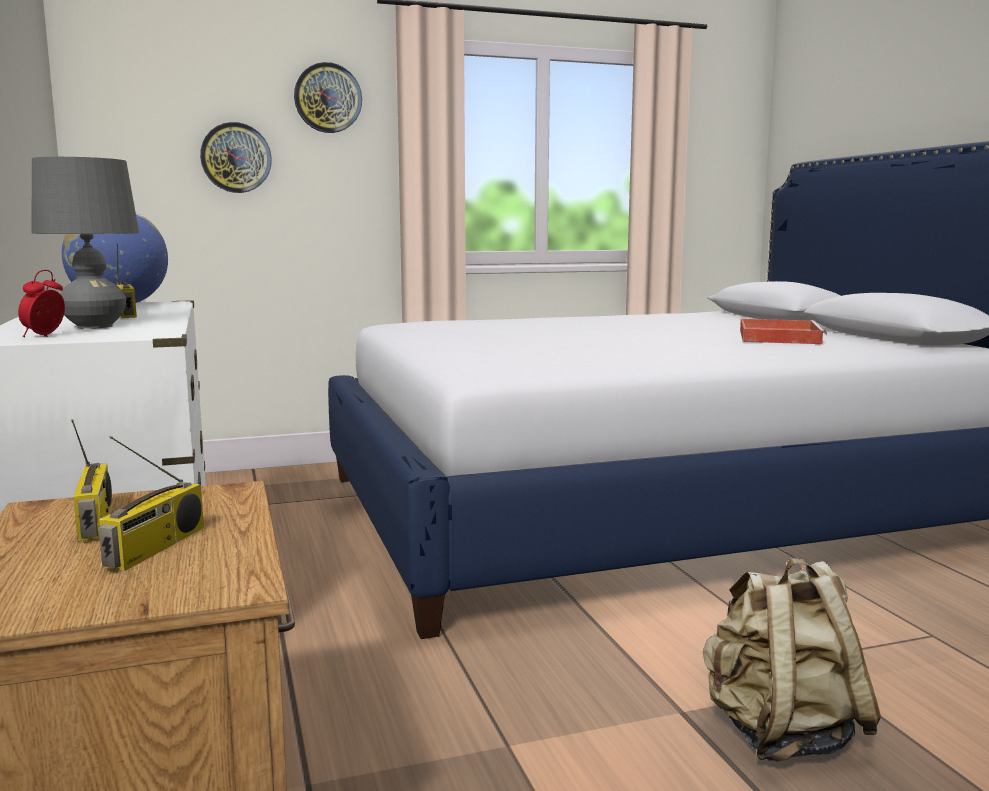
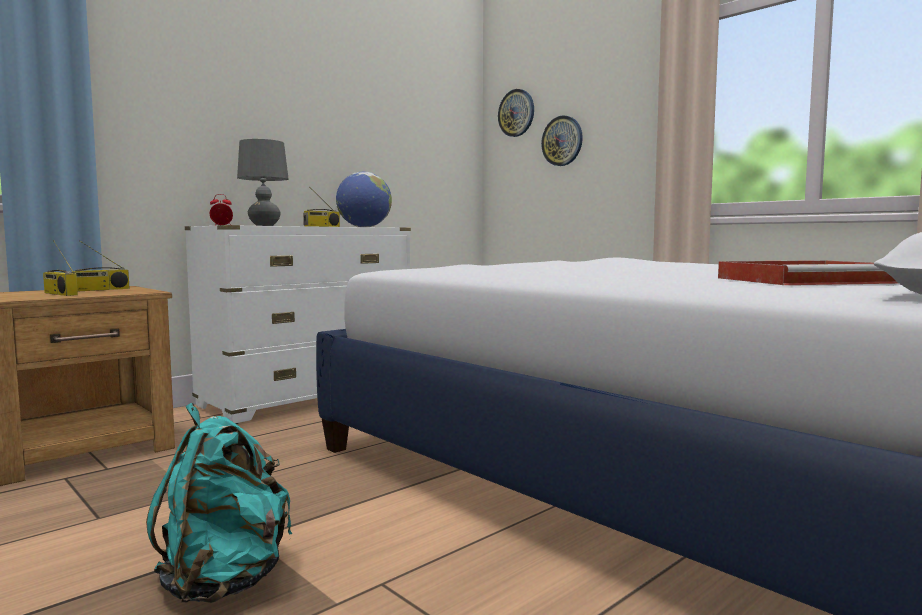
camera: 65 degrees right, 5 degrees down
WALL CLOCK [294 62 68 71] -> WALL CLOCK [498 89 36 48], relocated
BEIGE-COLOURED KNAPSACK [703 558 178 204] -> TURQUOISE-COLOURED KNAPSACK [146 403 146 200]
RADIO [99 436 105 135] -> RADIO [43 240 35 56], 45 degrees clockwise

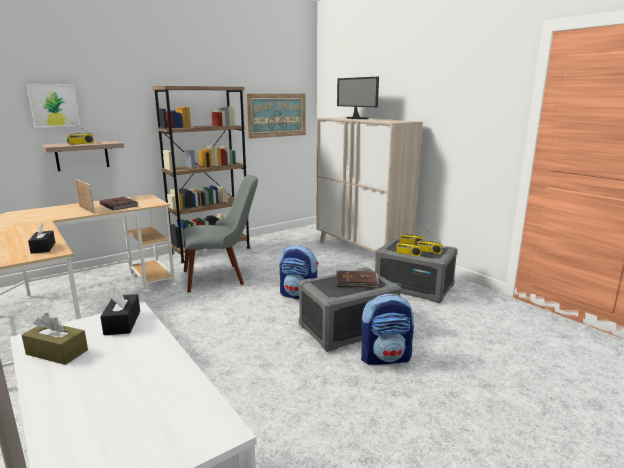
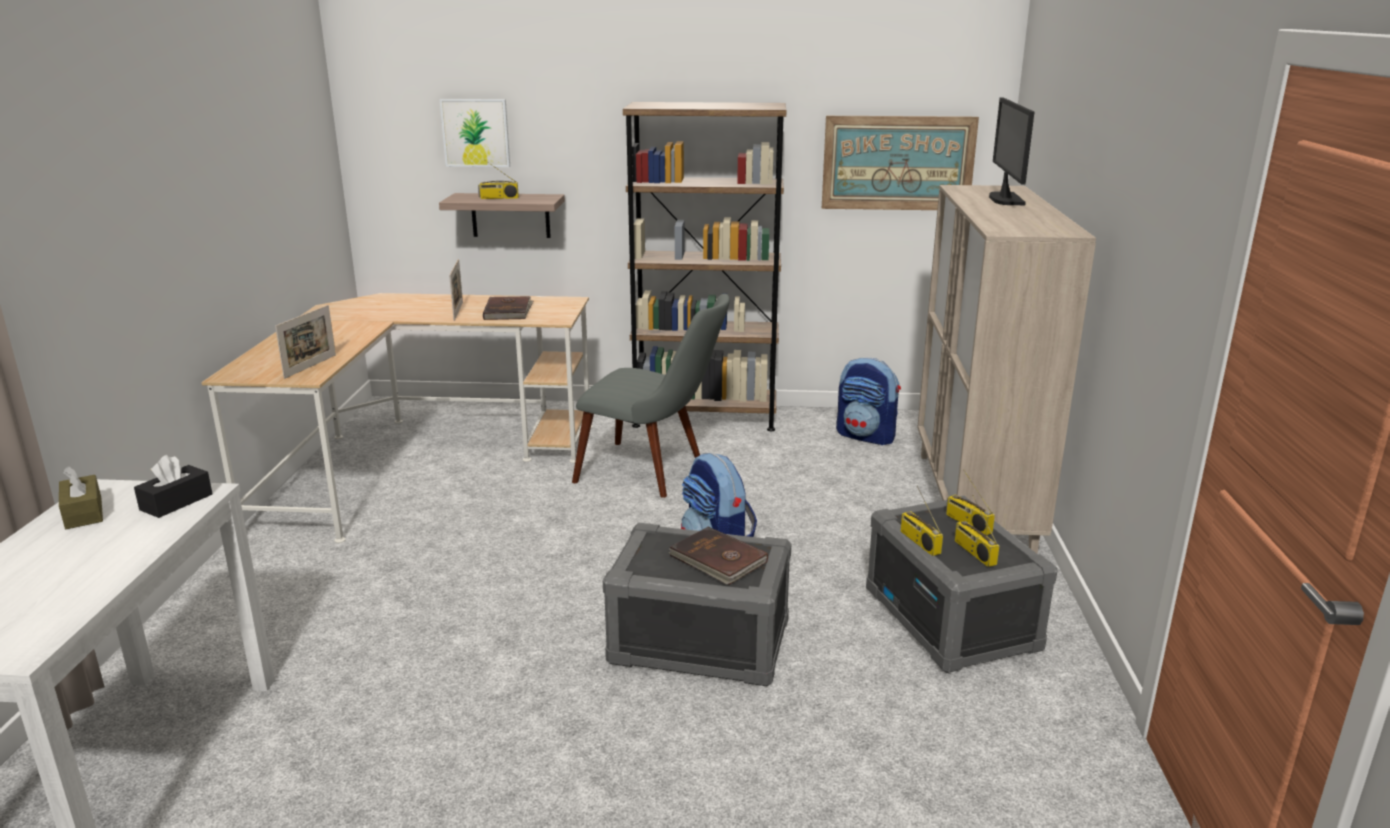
camera: 40 degrees right, 5 degrees up
KNAPSACK [361 294 53 71] -> KNAPSACK [836 358 65 87], relocated
BLACK-COLOURED TISSUE BOX [28 223 27 31] -> PICTURE FRAME [275 305 61 74]

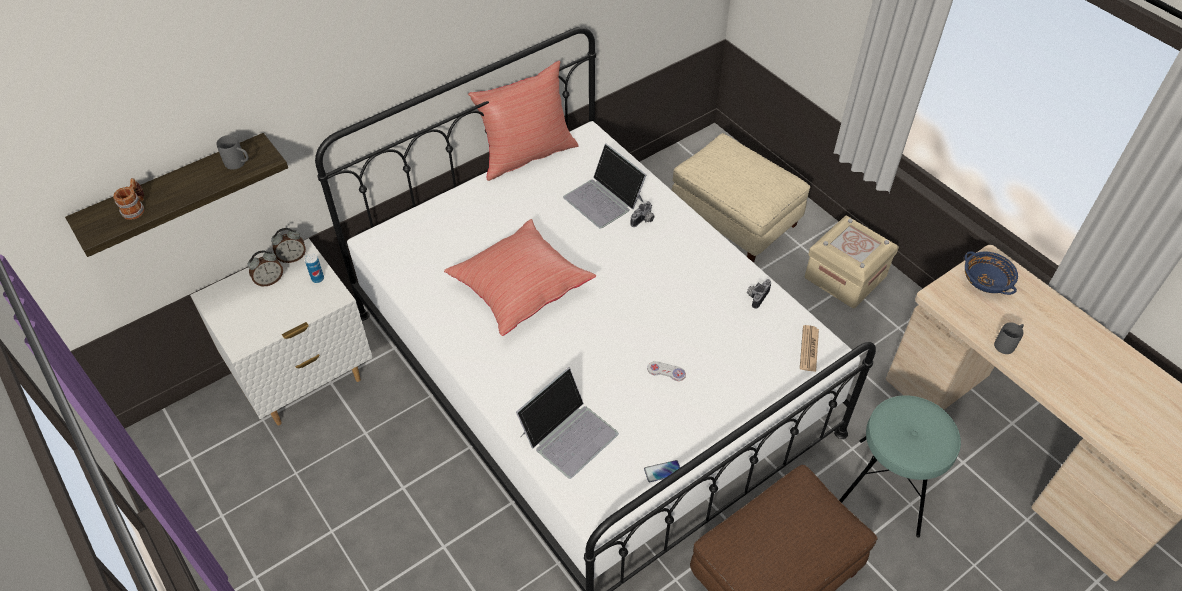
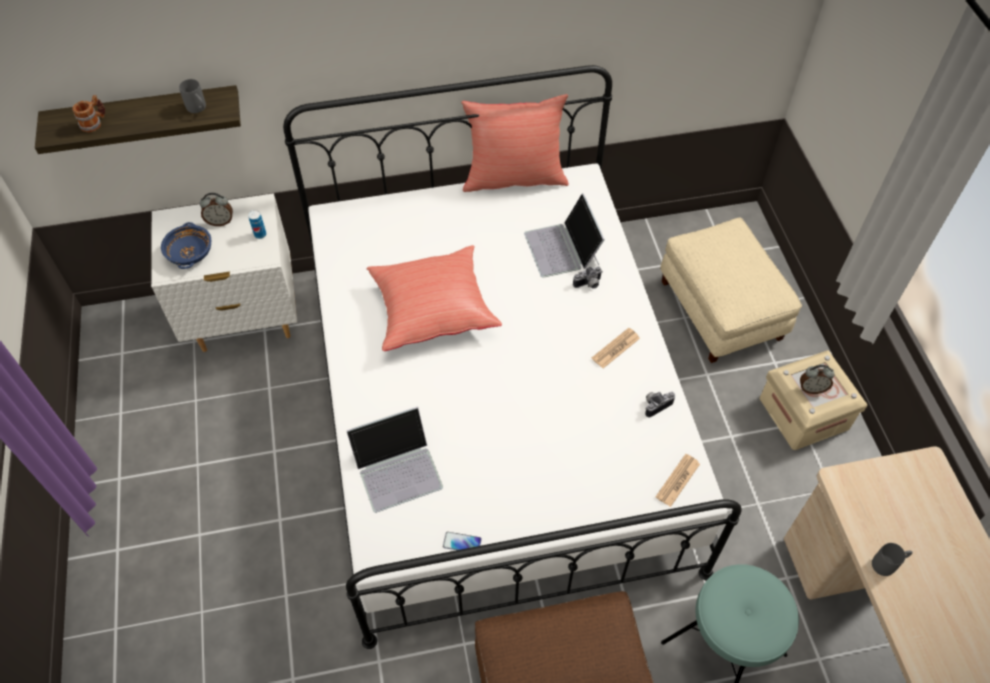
camera: 25 degrees right, 5 degrees up
WHITE-COLOURED GAME CONTROLLER [647 361 39 20] -> none
none -> PRINTED PAPER [592 328 48 40]
BEDSIDE CLOCK [271 228 35 35] -> BEDSIDE CLOCK [800 365 34 29], relocated
BLUE-COLOURED DEEP DISH [965 251 53 44] -> BLUE-COLOURED DEEP DISH [161 222 50 47], relocated

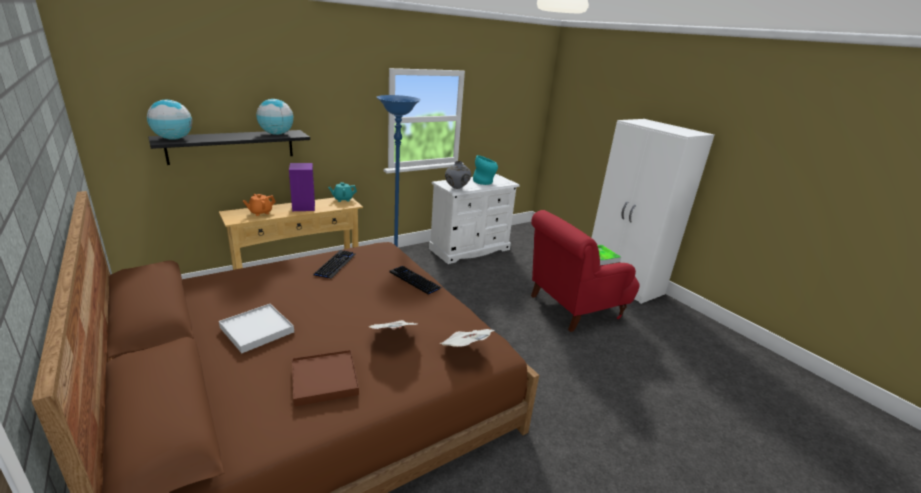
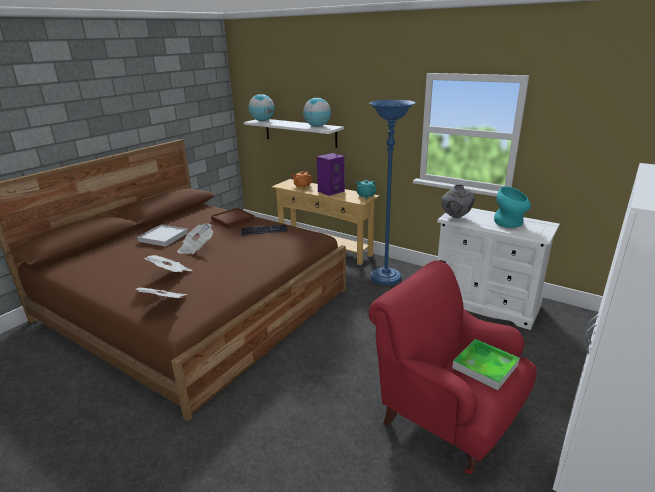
camera: 70 degrees right, 0 degrees up
PC KEYBOARD [390 266 52 29] -> none
none -> PRINTED PAPER [177 223 36 31]
BROWNISH SERVING TRAY [292 350 67 57] -> BROWNISH SERVING TRAY [211 208 44 21], relocated
BLACK-COLOURED SHELF [148 130 162 35] -> WHITE-COLOURED SHELF [244 119 100 29]

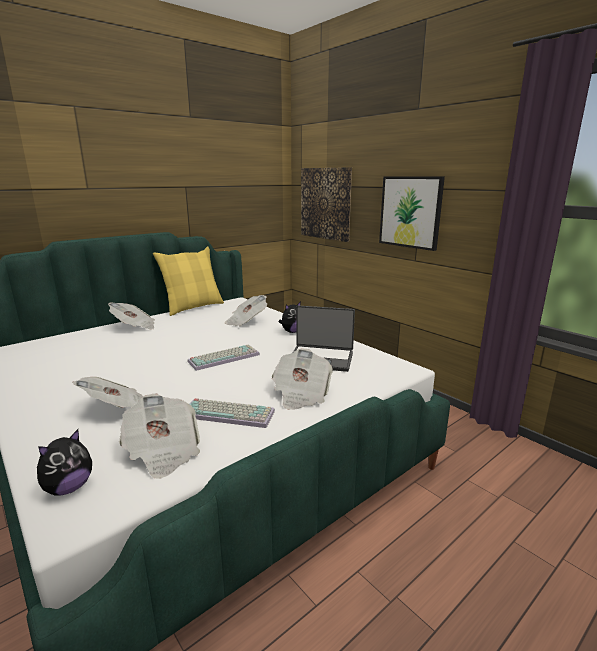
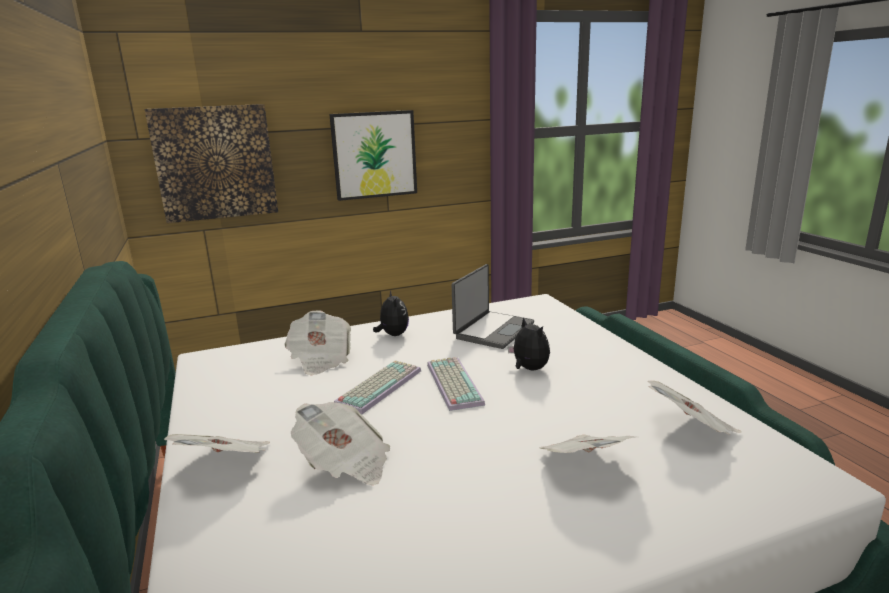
camera: 70 degrees left, 0 degrees up
YELLOWISH THROW PILLOW [153 246 71 70] -> none
SOFT TOY [37 429 55 67] -> SOFT TOY [508 317 42 53], relocated
PC KEYBOARD [190 398 85 30] -> PC KEYBOARD [334 360 87 54], relocated
PRINTED PAPER [272 349 61 61] -> PRINTED PAPER [290 402 100 83], relocated

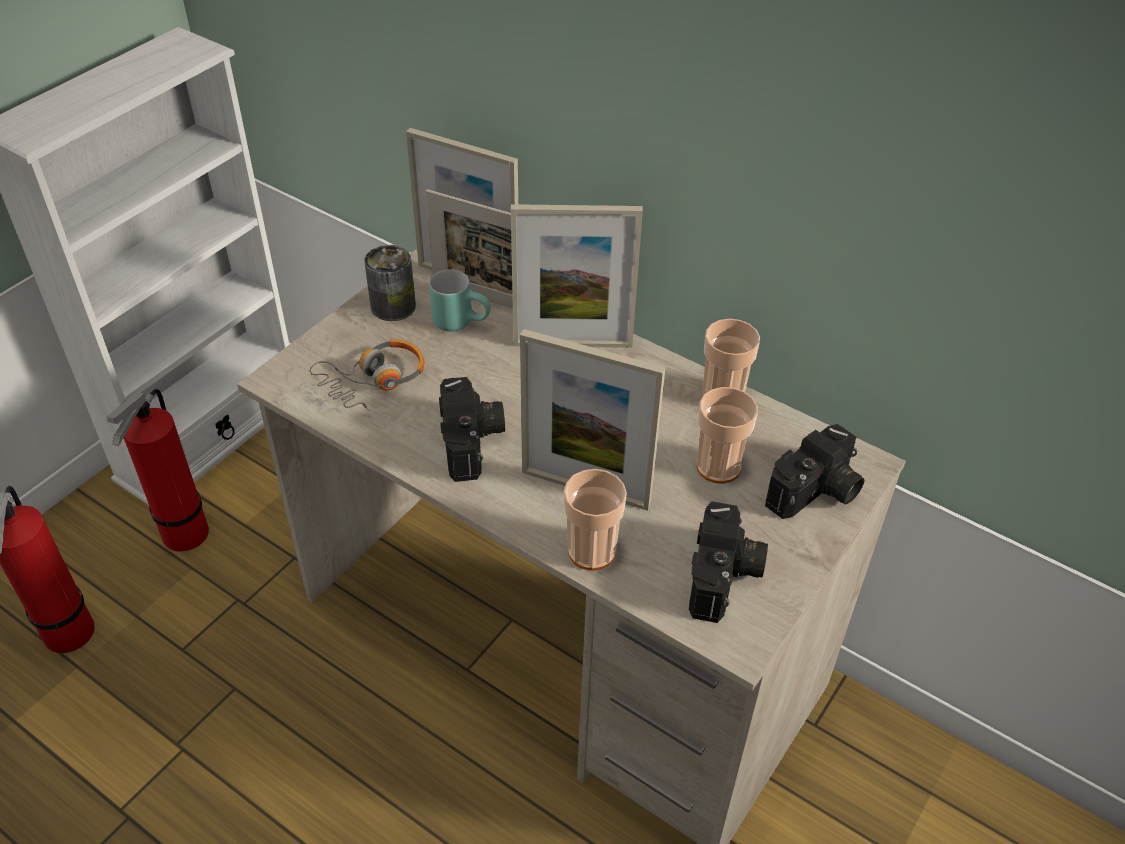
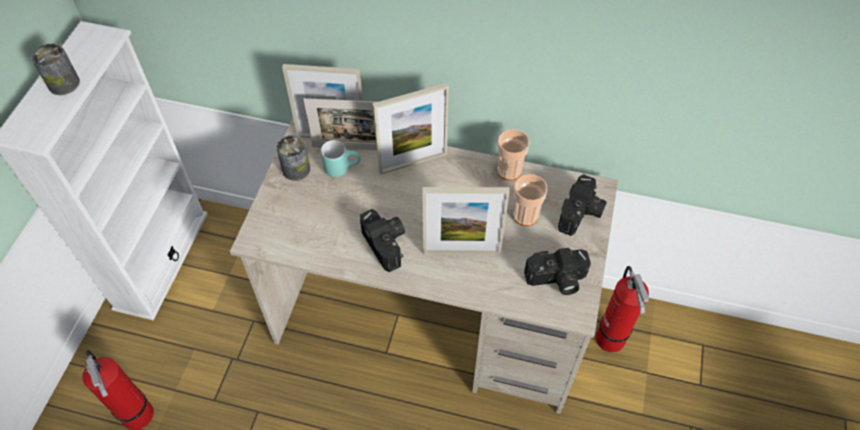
camera: 20 degrees left, 10 degrees up
HEADPHONES [310 340 115 71] -> none
SMALL CUP [563 469 64 102] -> none
none -> METAL CAN [31 43 49 52]
FIRE EXTINGUISHER [107 389 102 162] -> FIRE EXTINGUISHER [596 266 53 87], relocated
STILL CAMERA [689 501 79 122] -> STILL CAMERA [524 248 67 47], 90 degrees clockwise

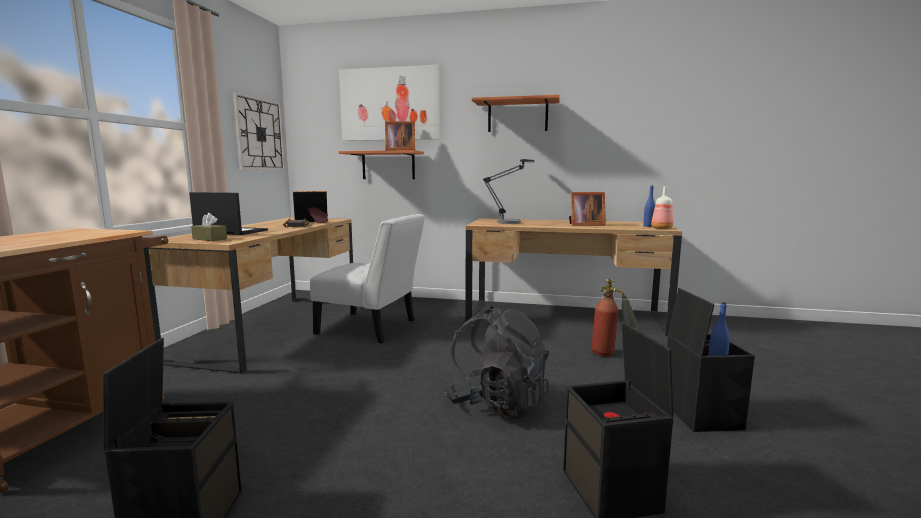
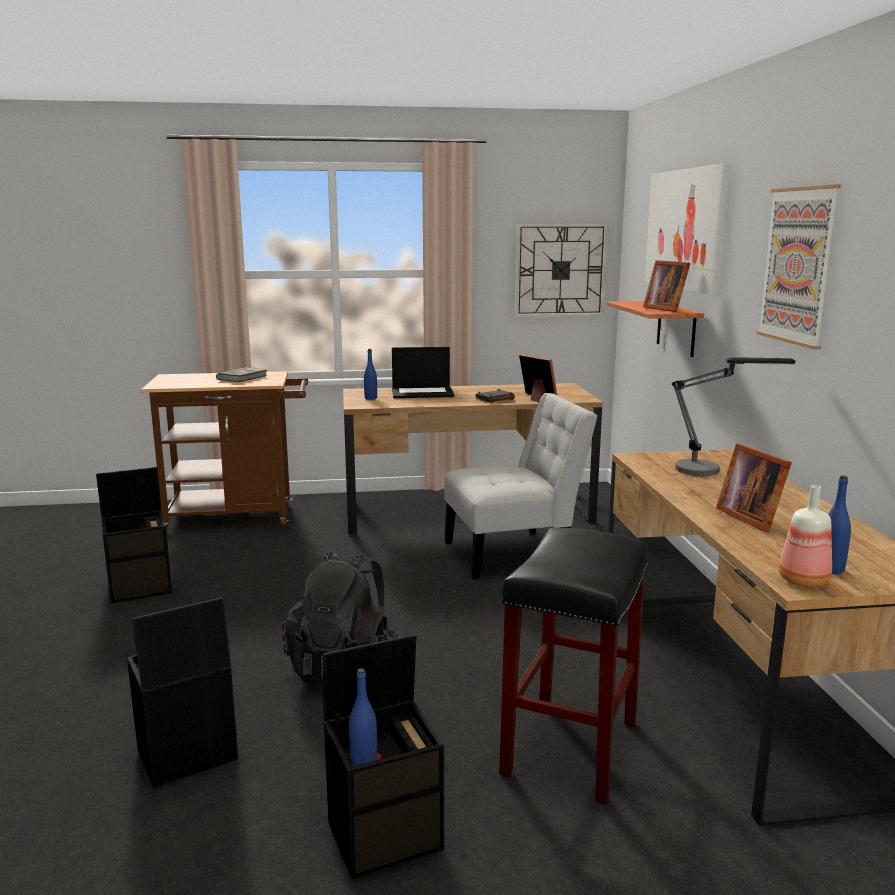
camera: 70 degrees right, 5 degrees up
none -> BOUND BOOK [216 367 51 15]
BROWNISH TISSUE BOX [191 213 36 28] -> BLUE-COLOURED BEVERAGE BOTTLE [364 349 13 51]
SHELF [471 95 89 37] -> WALL ART [756 185 85 164]
FIRE EXTINGUISHER [591 279 50 78] -> BLACK-COLOURED STOOL SEAT [499 528 149 276]
PORTABLE COMPUTER [189 192 79 43] -> PORTABLE COMPUTER [392 347 62 51], 90 degrees clockwise
WHITE-COLOURED UPRIGHT CHAIR [310 214 115 129] -> WHITE-COLOURED UPRIGHT CHAIR [444 393 154 187], 105 degrees counterclockwise

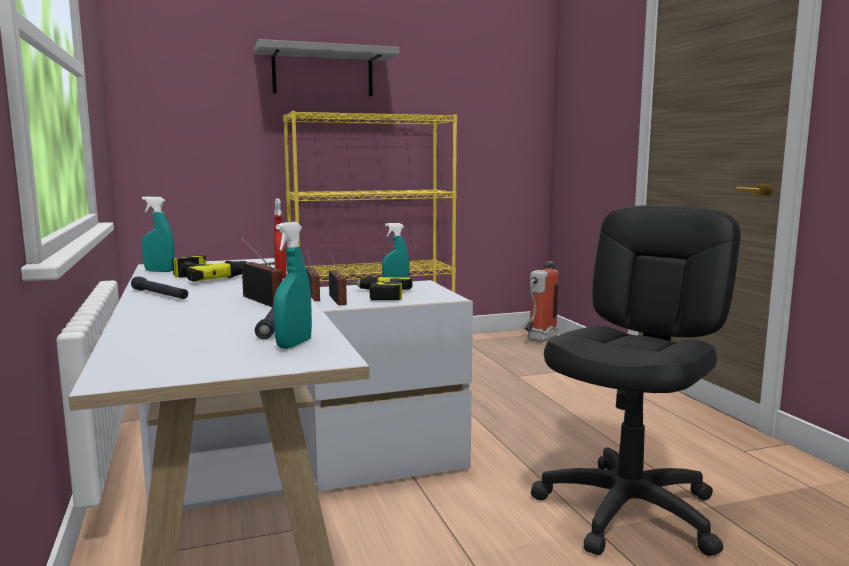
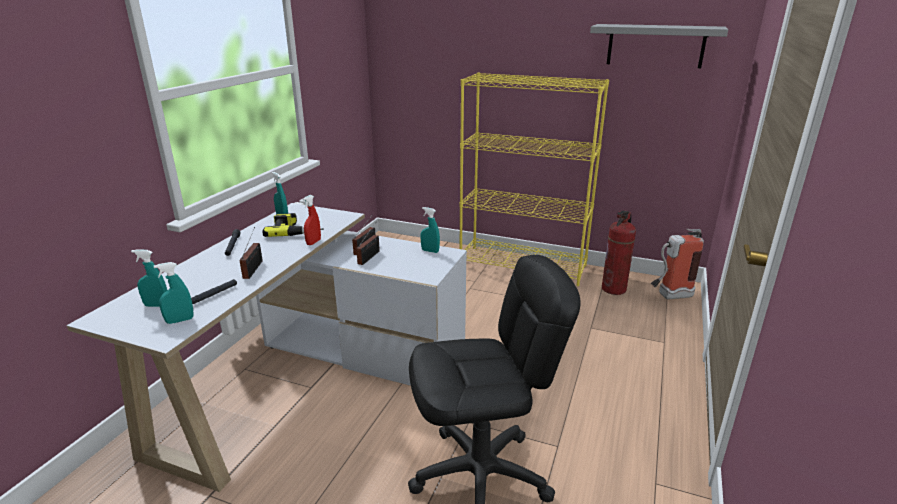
camera: 40 degrees right, 15 degrees up
ELECTRIC DRILL [346 276 67 24] -> none
none -> TURQUOISE-COLOURED SPRAY BOTTLE [131 249 36 58]
none -> FIRE EXTINGUISHER [602 210 34 85]
GREYISH SHELF [254 39 146 57] -> GREYISH SHELF [590 24 138 44], relocated

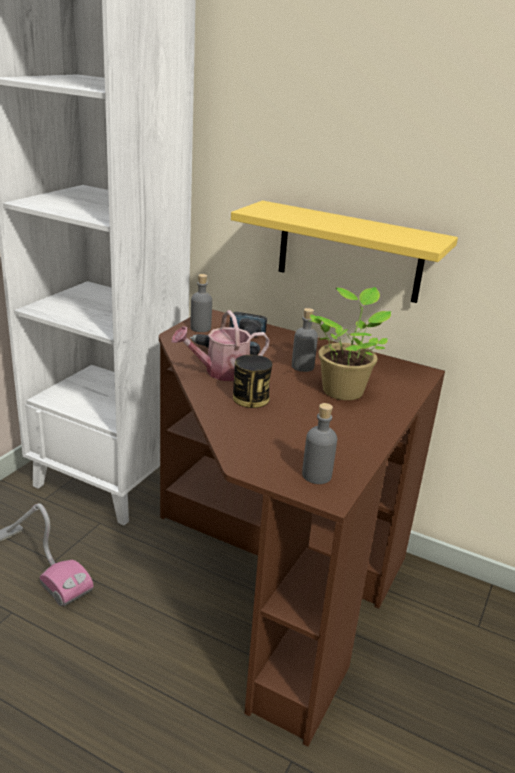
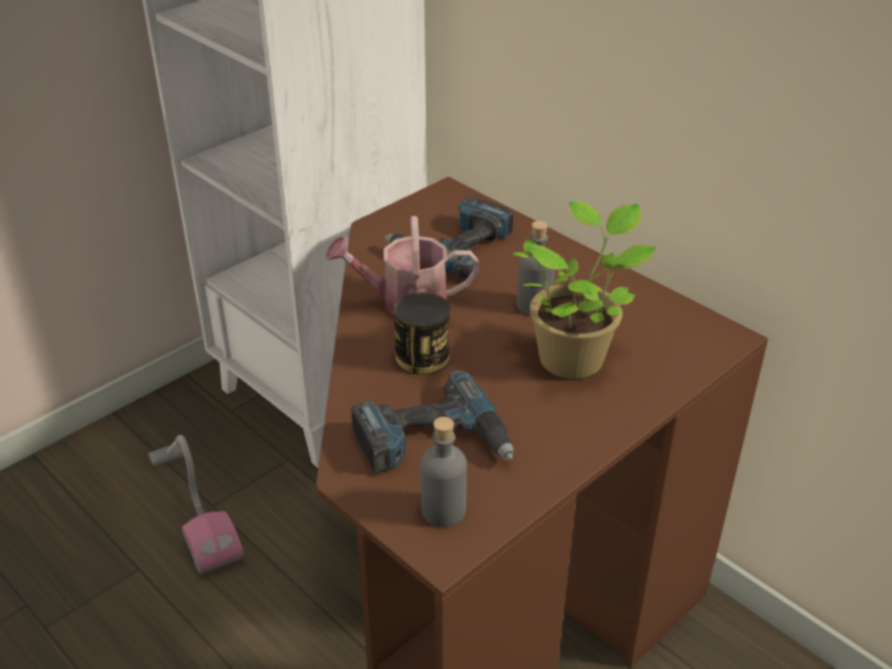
camera: 20 degrees right, 10 degrees up
GREYISH BEVERAGE BOTTLE [190 274 22 58] -> none
YELLOWISH SHELF [231 200 227 103] -> none
none -> ELECTRIC DRILL [351 370 163 103]

